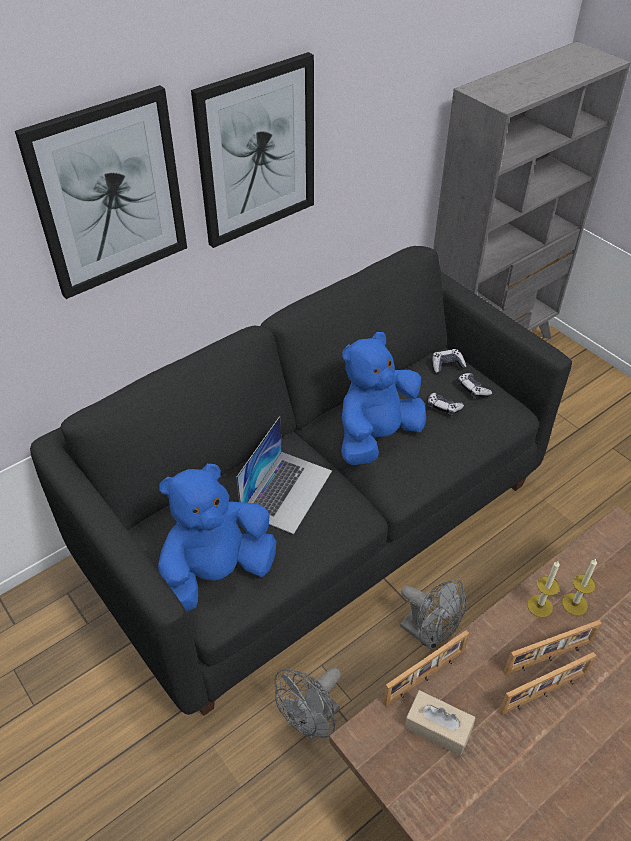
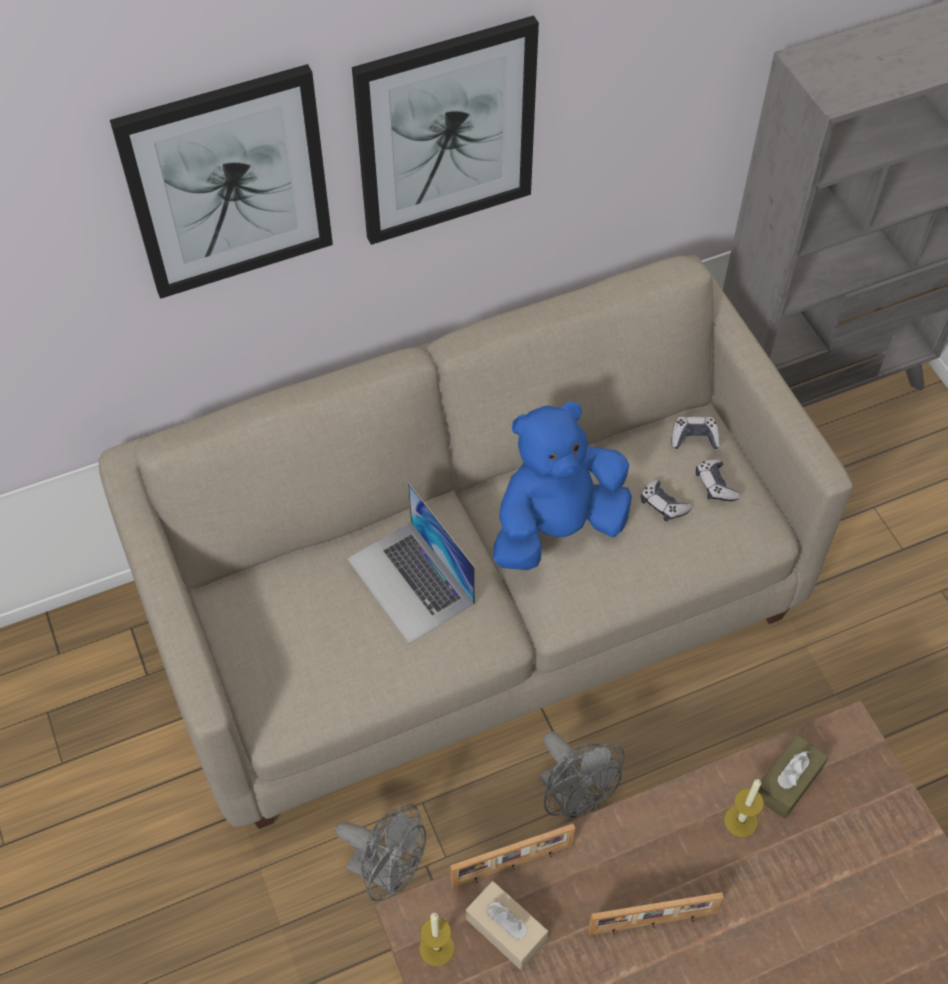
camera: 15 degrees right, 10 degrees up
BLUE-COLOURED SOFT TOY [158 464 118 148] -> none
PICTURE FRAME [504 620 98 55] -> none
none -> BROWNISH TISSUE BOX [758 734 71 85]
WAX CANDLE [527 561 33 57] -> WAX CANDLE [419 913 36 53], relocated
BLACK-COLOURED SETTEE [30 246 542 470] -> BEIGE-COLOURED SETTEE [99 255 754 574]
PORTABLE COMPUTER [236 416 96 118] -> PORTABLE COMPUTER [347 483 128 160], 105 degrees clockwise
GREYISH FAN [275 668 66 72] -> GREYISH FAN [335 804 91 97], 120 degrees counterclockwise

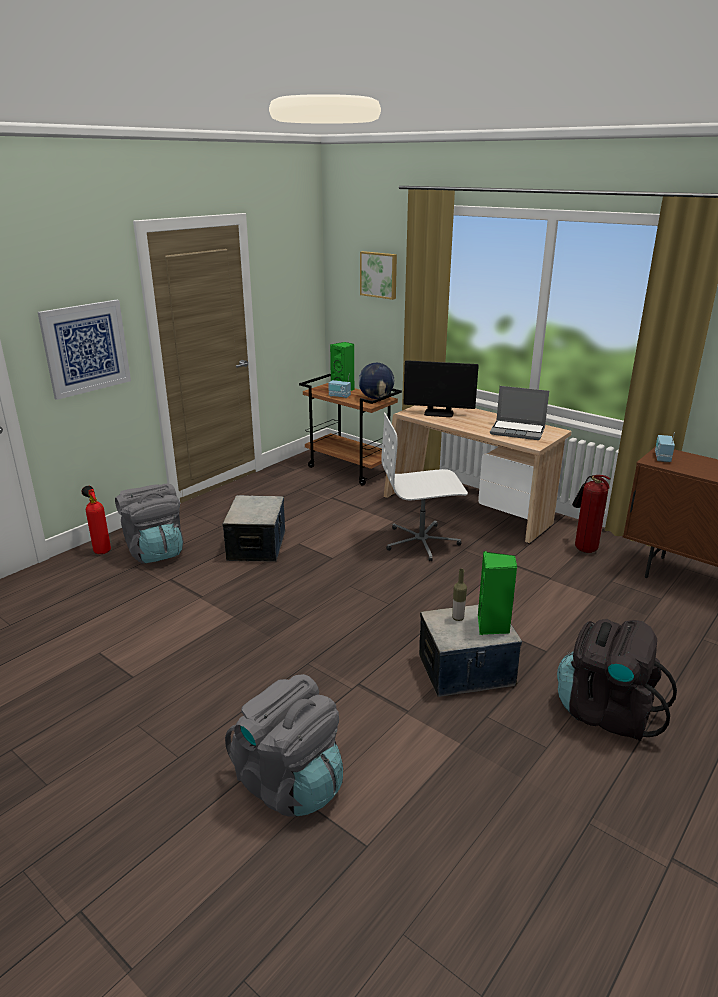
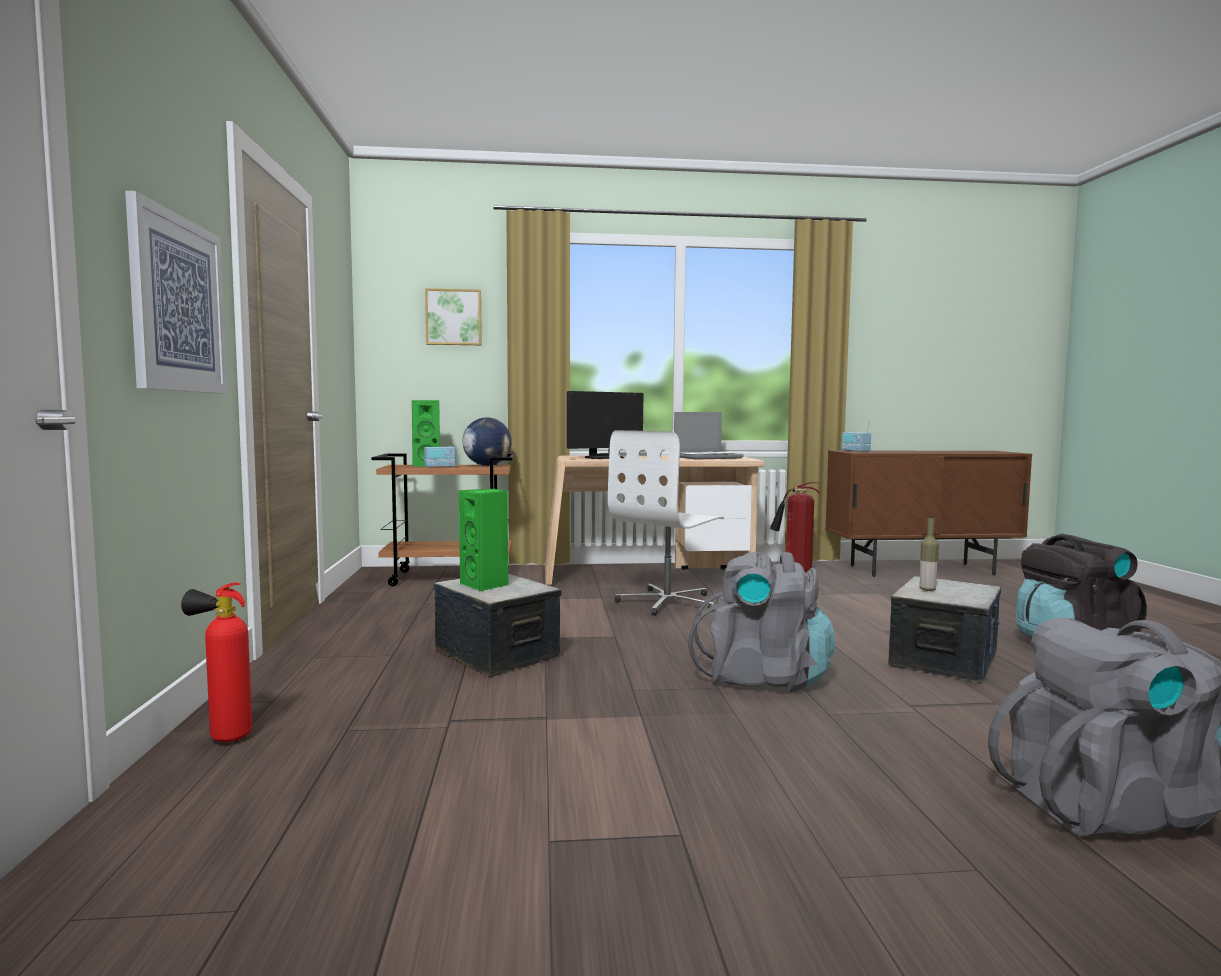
camera: 45 degrees left, 20 degrees down
GREYISH KNAPSACK [115 484 69 80] -> GREYISH KNAPSACK [688 552 147 140], relocated
GREEN AUDIO SPEAKER [478 551 39 84] -> GREEN AUDIO SPEAKER [459 488 50 104], relocated

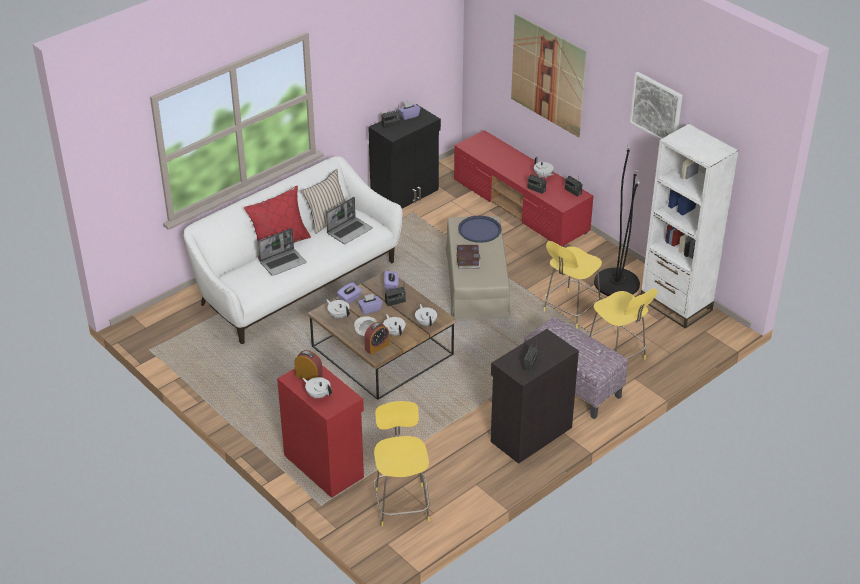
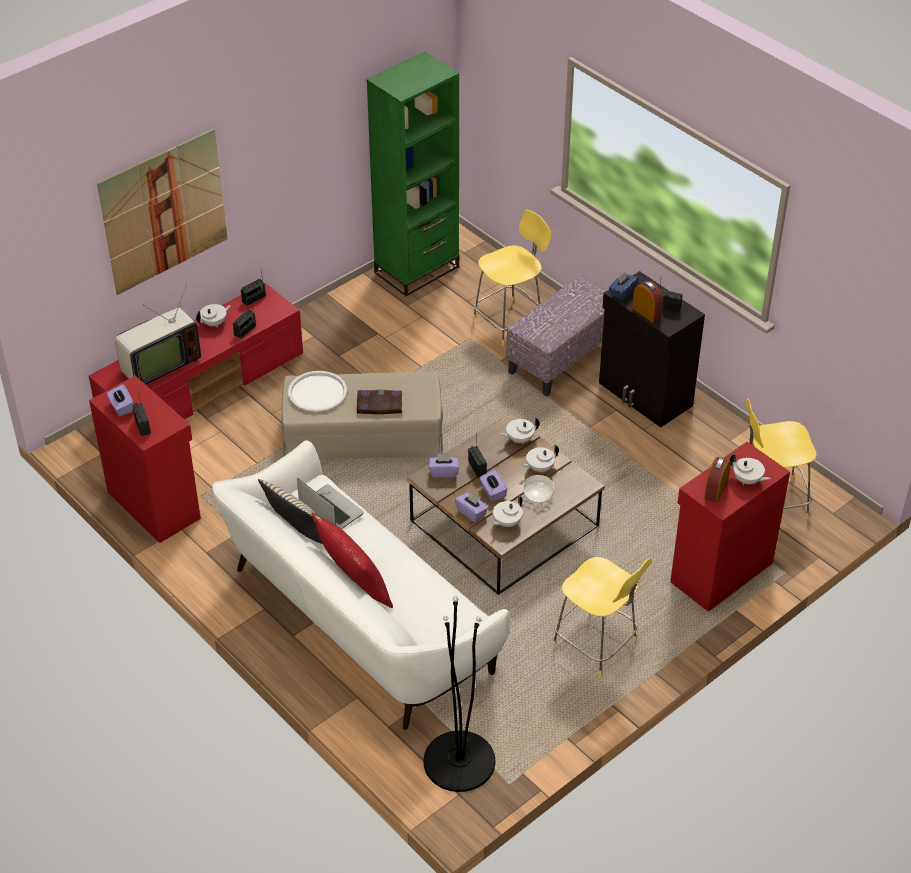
camera: 90 degrees left, 5 degrees up
PORTABLE COMPUTER [258 228 49 48] -> none
WALL ART [630 72 53 67] -> none
none -> TV SET [115 283 86 102]
none -> BLUE-COLOURED TISSUE BOX [609 272 29 28]
BEDSIDE CLOCK [364 322 25 33] -> BEDSIDE CLOCK [632 281 31 42], relocated
YELLOWISH STOOL SEAT [543 241 59 87] -> YELLOWISH STOOL SEAT [552 557 100 119], relocated
BLACK-COLOURED FLOOR LAMP [594 146 46 150] -> BLACK-COLOURED FLOOR LAMP [423 596 72 196], relocated
BLACK-COLOURED CABINET [368 104 73 105] -> RED-COLOURED CABINET [89 376 112 167]
BLUE-COLOURED SERVING TRAY [458 216 44 27] -> WHITE-COLOURED SERVING TRAY [288 371 59 41]
WHITE-COLOURED BOOKCASE [641 124 98 205] -> GREEN BOOKCASE [367 52 92 244]
WHITE-COLOURED POT FOR TEA [302 377 30 22] -> WHITE-COLOURED POT FOR TEA [730 454 41 31], 90 degrees counterclockwise

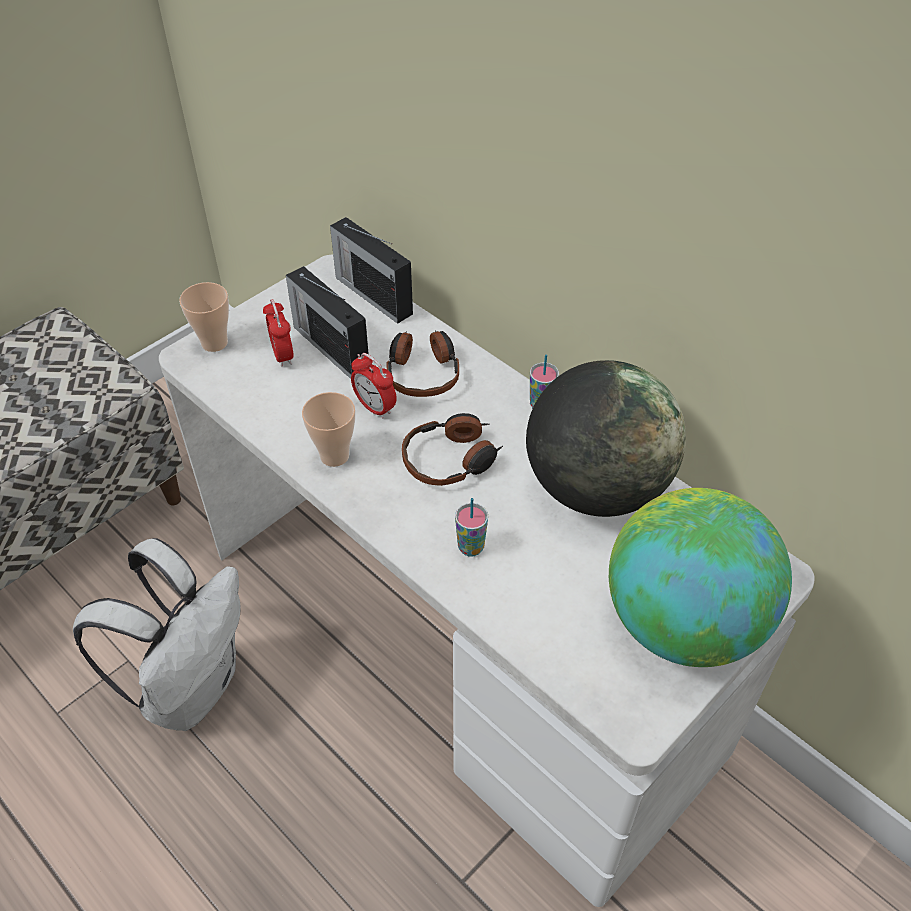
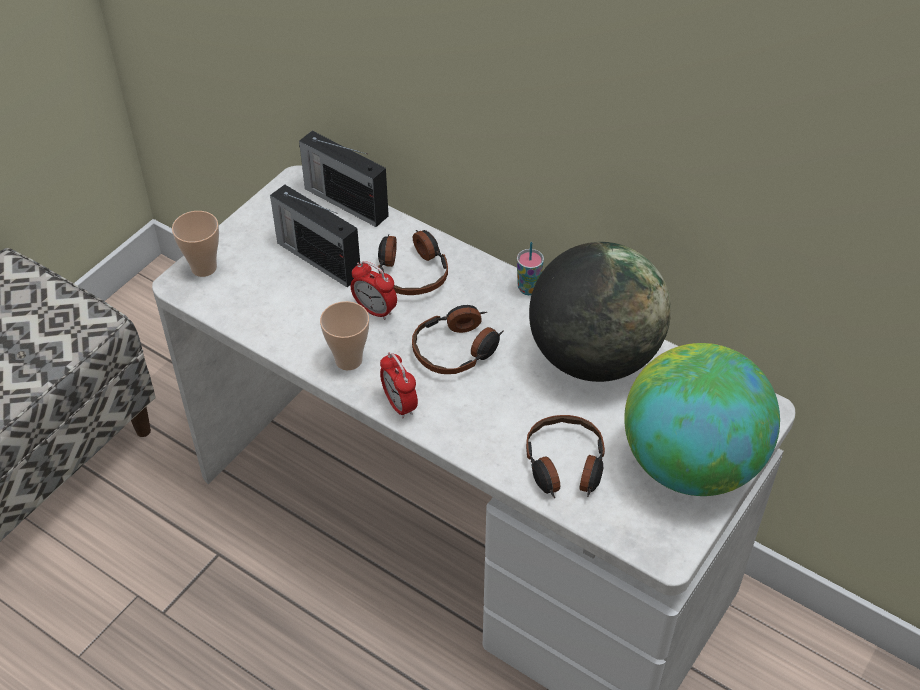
camera: 10 degrees left, 0 degrees up
WHITE-COLOURED KNAPSACK [73 538 168 193] -> none
SMALL CUP [455 498 33 59] -> none
none -> HEADPHONES [526 415 79 83]
BEDSIDE CLOCK [263 299 31 68] -> BEDSIDE CLOCK [380 352 38 67], relocated

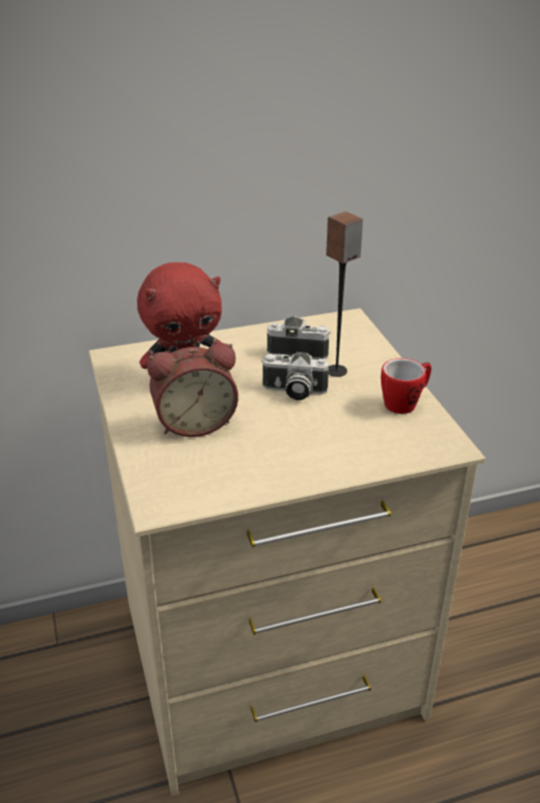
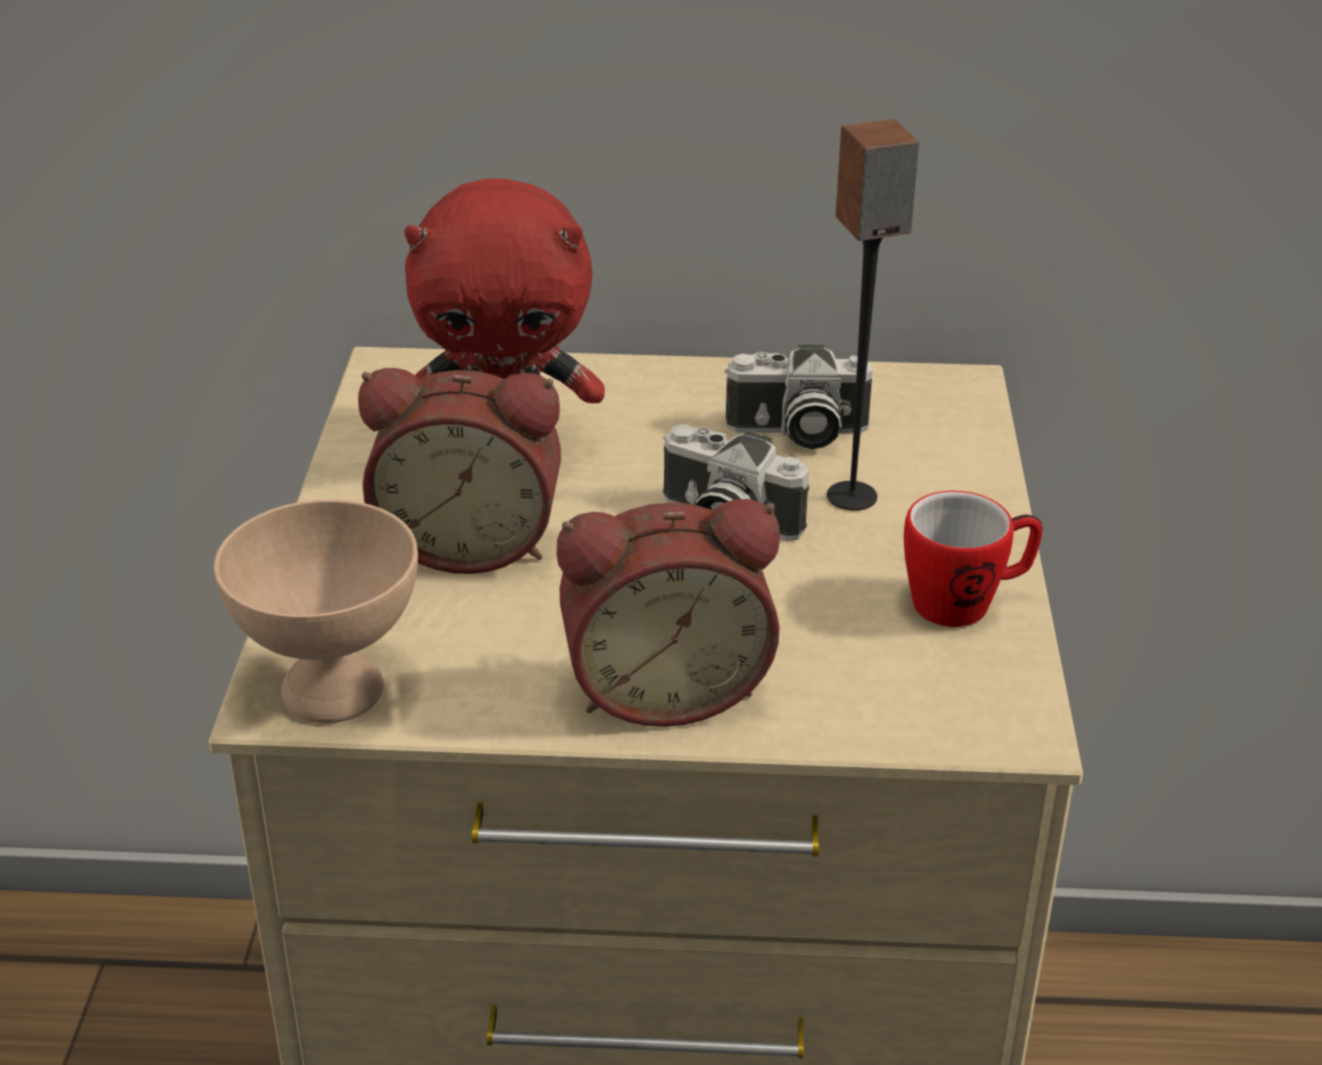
camera: 20 degrees right, 0 degrees up
none -> BEIGE-COLOURED DEEP DISH [214 499 204 224]
none -> BEDSIDE CLOCK [557 499 223 228]
STILL CAMERA [267 316 64 43] -> STILL CAMERA [725 345 148 104], 150 degrees clockwise

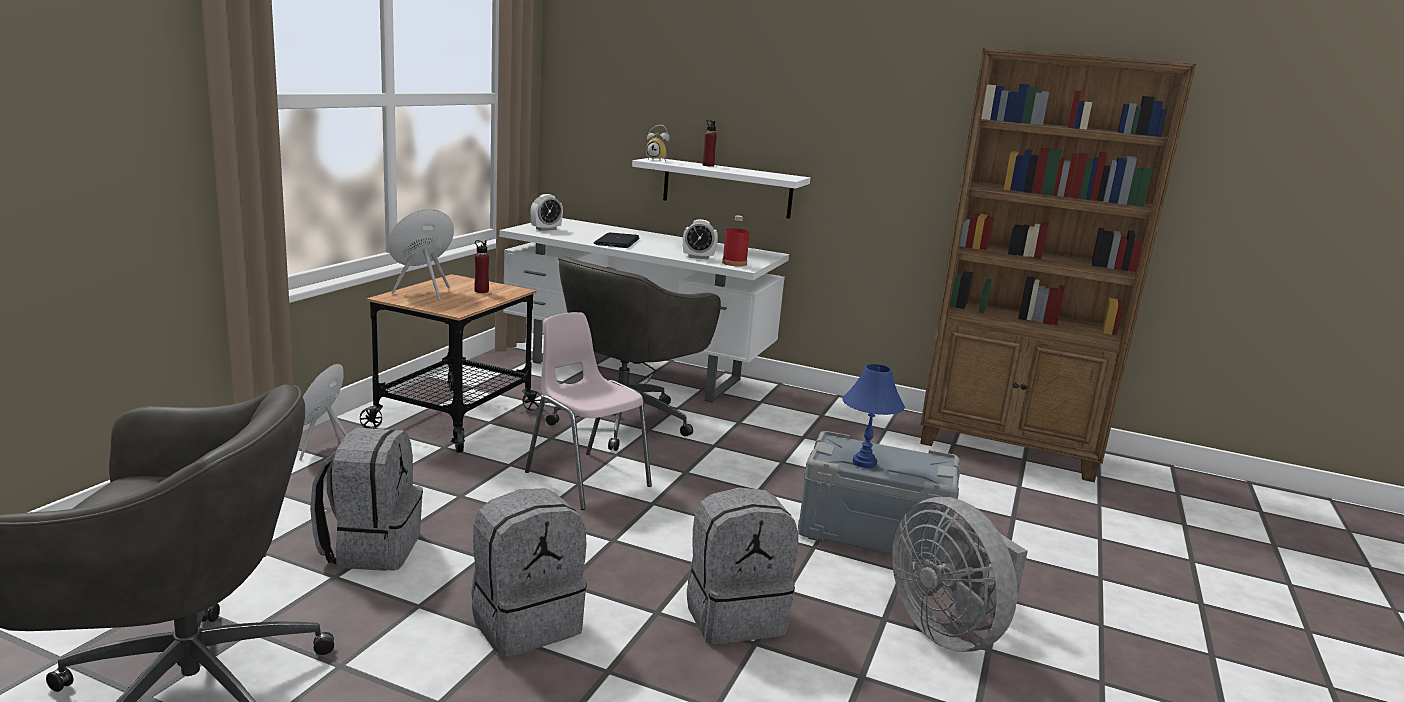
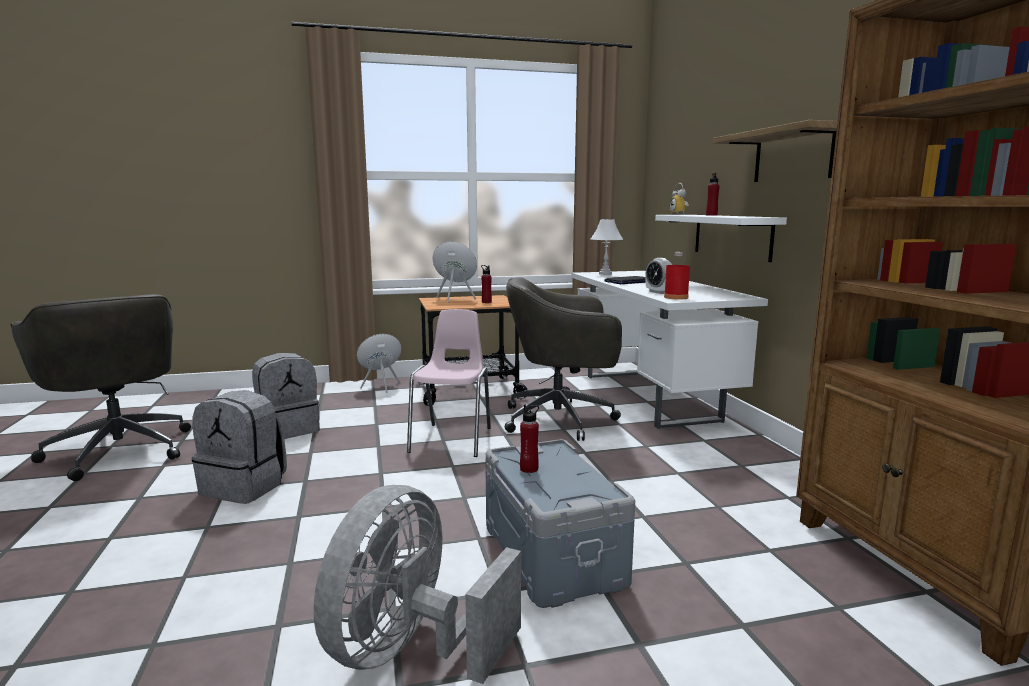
camera: 55 degrees right, 5 degrees down
GREYISH KNAPSACK [687 487 111 157] -> none
none -> SHELF [713 120 125 62]
BEDSIDE CLOCK [531 194 32 37] -> WHITE-COLOURED TABLE LAMP [591 219 32 56]
BLUE-COLOURED TABLE LAMP [842 364 63 104] -> RED-COLOURED BEVERAGE BOTTLE [520 404 19 69]

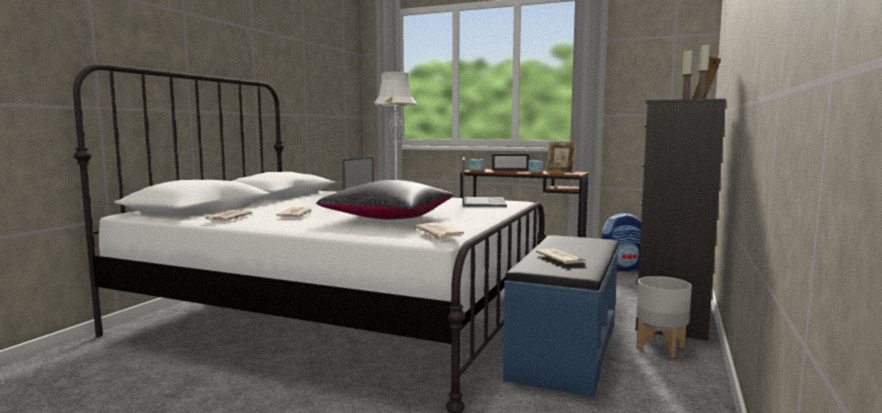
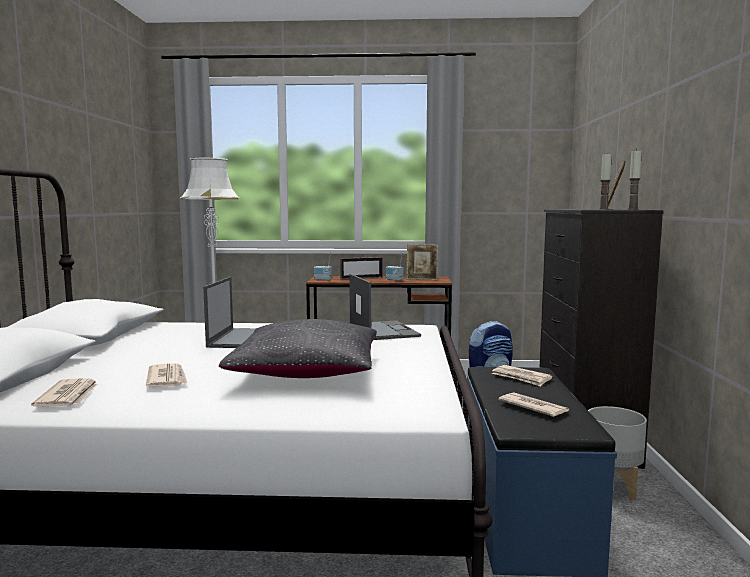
camera: 20 degrees left, 0 degrees up
PRINTED PAPER [412 223 52 18] -> PRINTED PAPER [492 365 60 22], relocated

